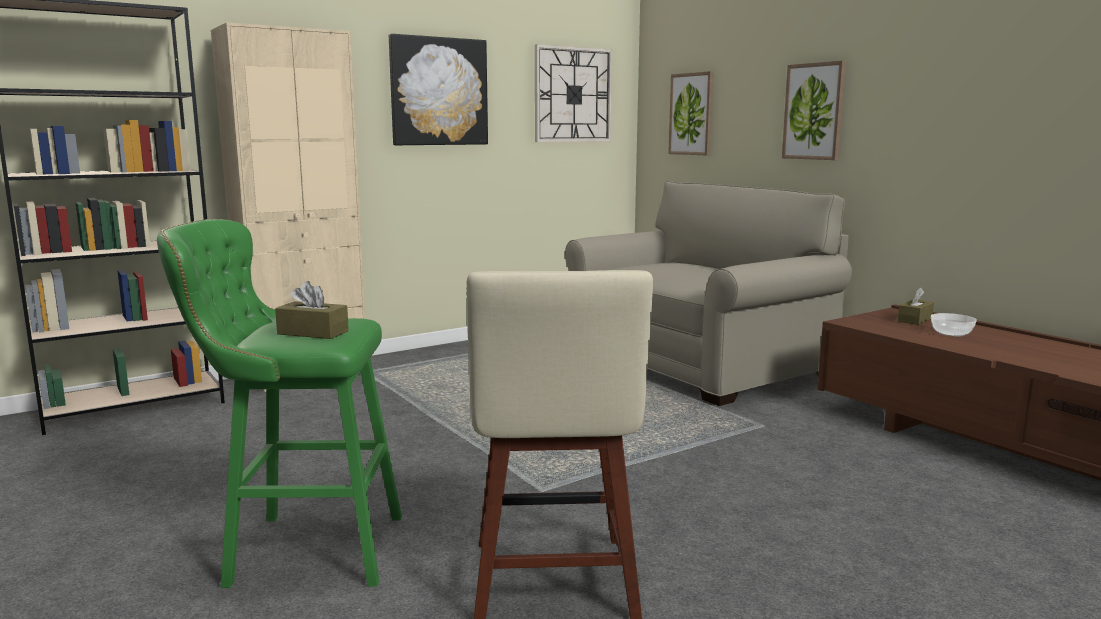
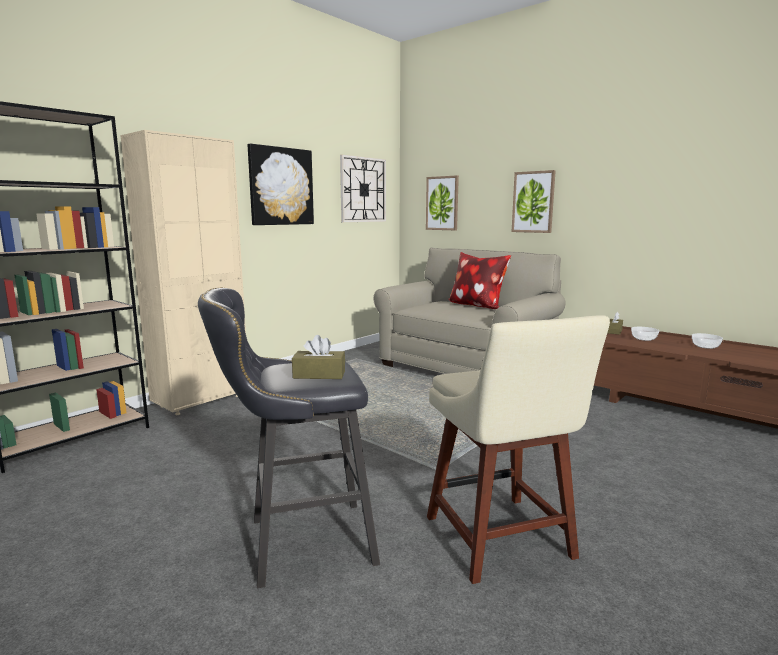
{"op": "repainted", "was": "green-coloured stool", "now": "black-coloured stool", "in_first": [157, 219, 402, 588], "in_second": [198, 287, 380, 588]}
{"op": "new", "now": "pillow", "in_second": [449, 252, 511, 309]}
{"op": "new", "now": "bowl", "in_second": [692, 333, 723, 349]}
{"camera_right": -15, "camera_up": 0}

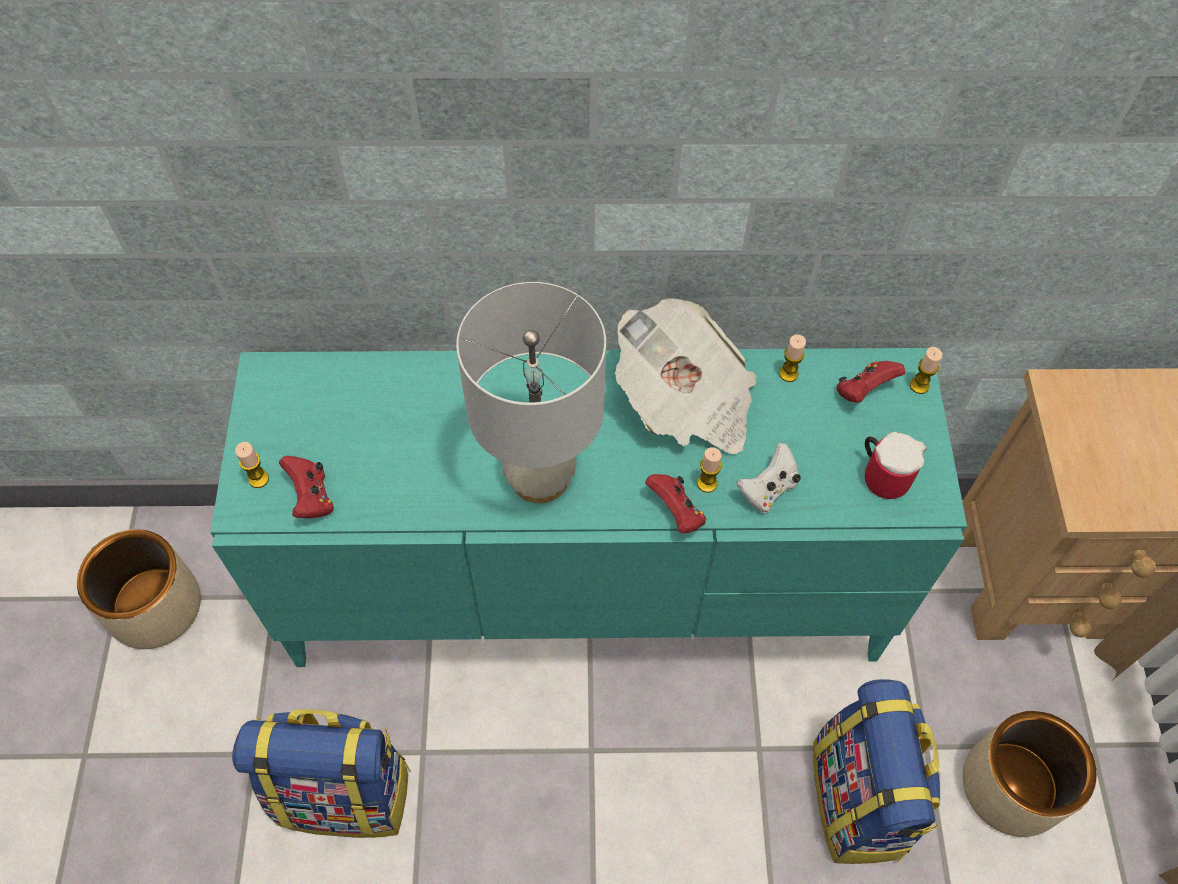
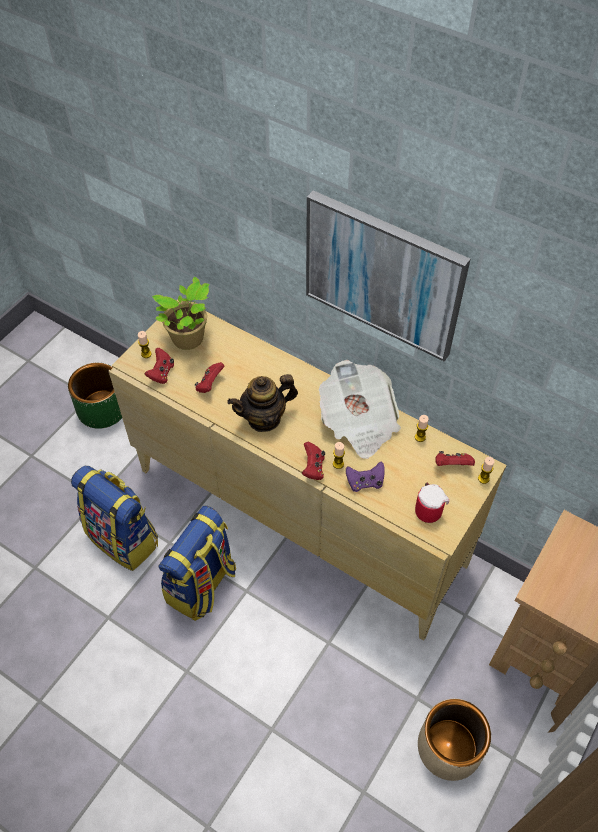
{"op": "swapped", "was": "whitish tabletop lamp", "now": "tea pot", "in_first": [456, 282, 606, 503], "in_second": [227, 374, 298, 432]}
{"op": "repainted", "was": "turquoise-coloured drawer chest", "now": "sand-coloured drawer chest", "in_first": [210, 348, 967, 667], "in_second": [109, 299, 507, 641]}
{"op": "repainted", "was": "whitish joypad", "now": "purple-coloured joypad", "in_first": [736, 443, 801, 513], "in_second": [346, 462, 385, 492]}
{"op": "repainted", "was": "sand-coloured flower pot", "now": "green-coloured flower pot", "in_first": [77, 529, 201, 649], "in_second": [68, 363, 122, 429]}
{"op": "shifted", "was": "backpack", "in_first": [813, 679, 941, 864], "in_second": [158, 505, 236, 621]}
{"op": "new", "now": "wall picture", "in_second": [306, 190, 470, 362]}
{"op": "new", "now": "plant in a pot", "in_second": [152, 277, 209, 350]}
{"op": "new", "now": "reddish joypad", "in_second": [195, 362, 225, 393]}
{"camera_right": 35, "camera_up": -5}

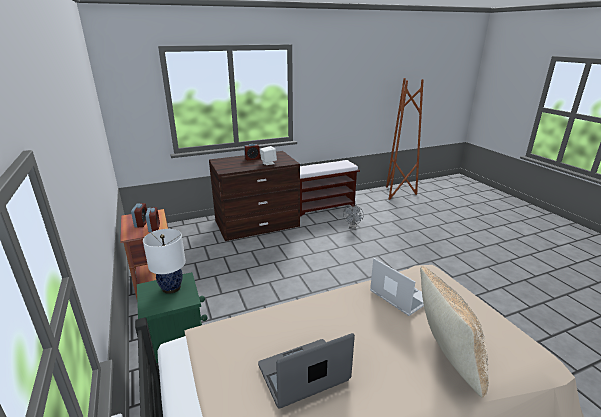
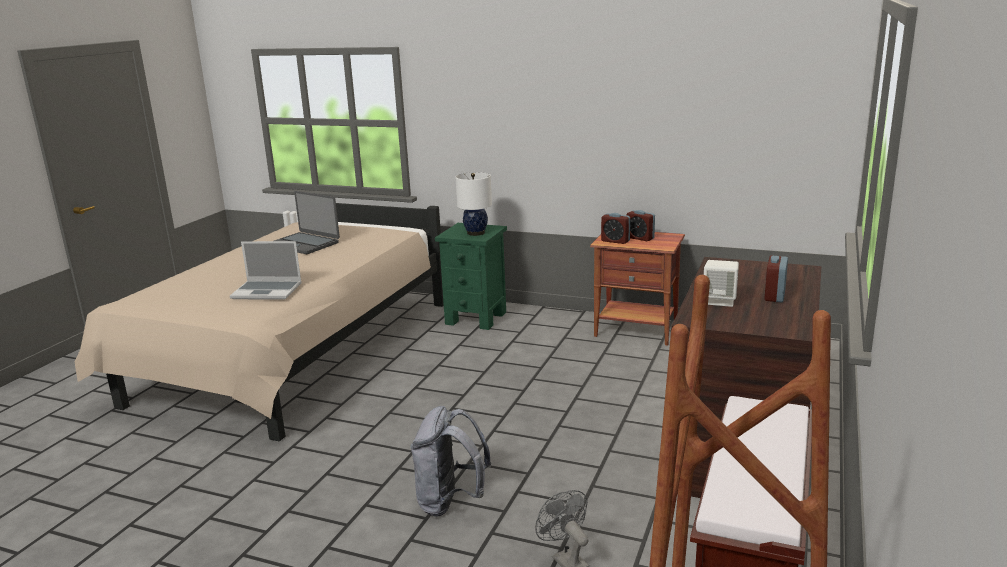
{"op": "gone", "was": "sand-coloured pillow", "in_first": [420, 266, 489, 398]}
{"op": "rotated", "was": "laptop", "in_first": [258, 333, 355, 409], "in_second": [274, 191, 340, 254], "clockwise": 105}
{"op": "new", "now": "greyish backpack", "in_second": [410, 406, 492, 517]}
{"camera_right": 135, "camera_up": -5}

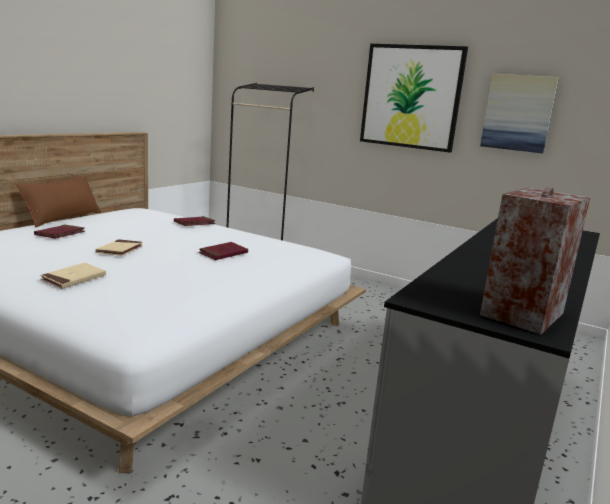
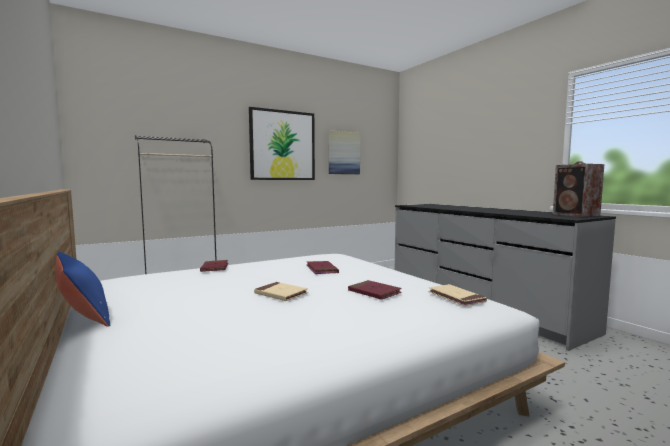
{"op": "repainted", "was": "brown-coloured pillow", "now": "bluish pillow", "in_first": [16, 176, 101, 227], "in_second": [55, 252, 110, 327]}
{"op": "shifted", "was": "reddish volume", "in_first": [34, 224, 85, 239], "in_second": [348, 280, 402, 300]}
{"op": "shifted", "was": "sand-coloured volume", "in_first": [40, 263, 106, 289], "in_second": [428, 284, 487, 306]}
{"camera_right": -60, "camera_up": -10}

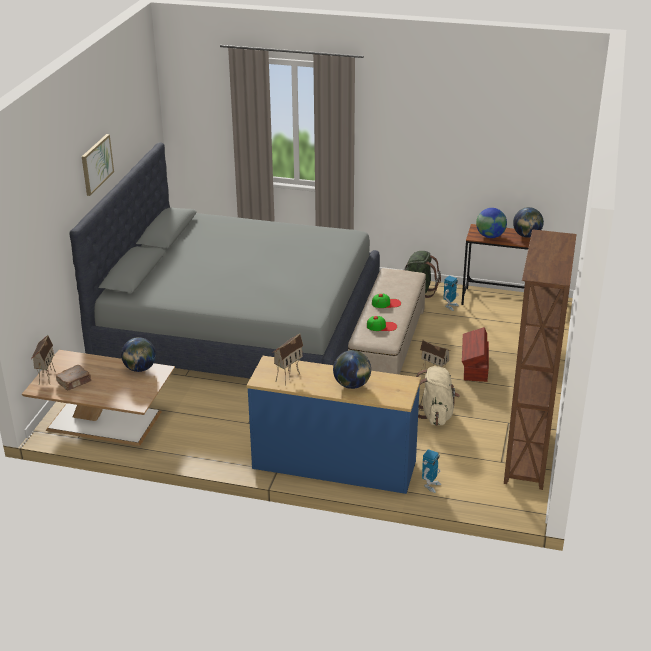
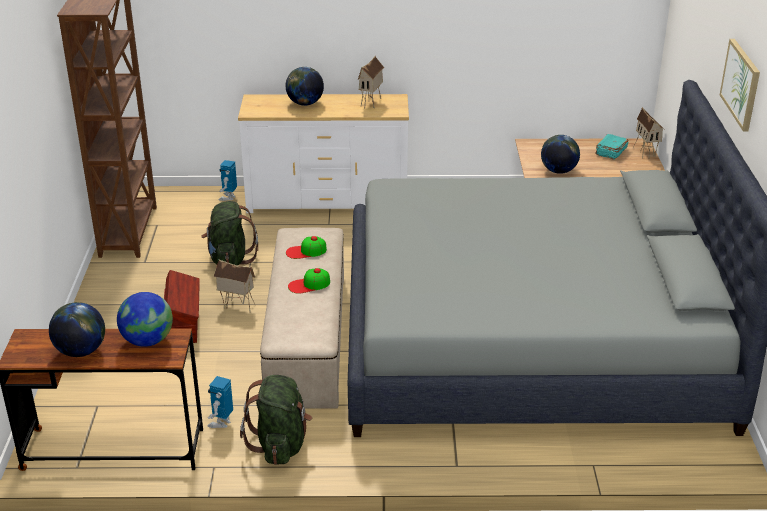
{"op": "repainted", "was": "bluish drawer chest", "now": "whitish drawer chest", "in_first": [246, 356, 421, 494], "in_second": [238, 94, 409, 213]}
{"op": "repainted", "was": "brown-coloured volume", "now": "turquoise-coloured volume", "in_first": [56, 365, 91, 390], "in_second": [595, 134, 629, 160]}
{"op": "repainted", "was": "sand-coloured backpack", "now": "green-coloured backpack", "in_first": [416, 366, 460, 426], "in_second": [201, 201, 258, 265]}
{"camera_right": 165, "camera_up": 0}

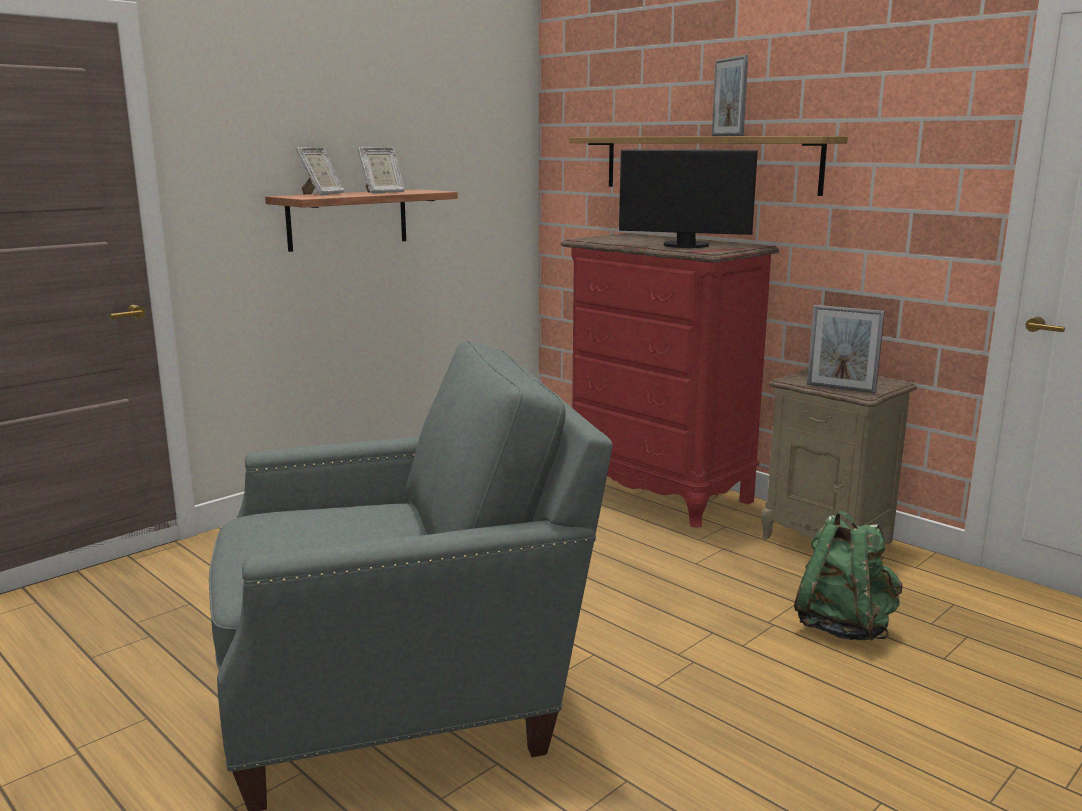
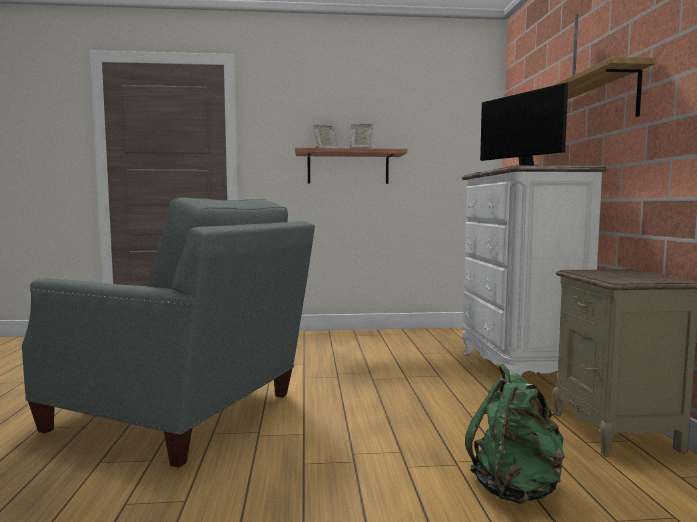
{"op": "repainted", "was": "reddish drawer chest", "now": "whitish drawer chest", "in_first": [561, 233, 779, 528], "in_second": [462, 165, 607, 376]}
{"op": "gone", "was": "picture frame", "in_first": [807, 305, 885, 393]}
{"camera_right": 40, "camera_up": -10}

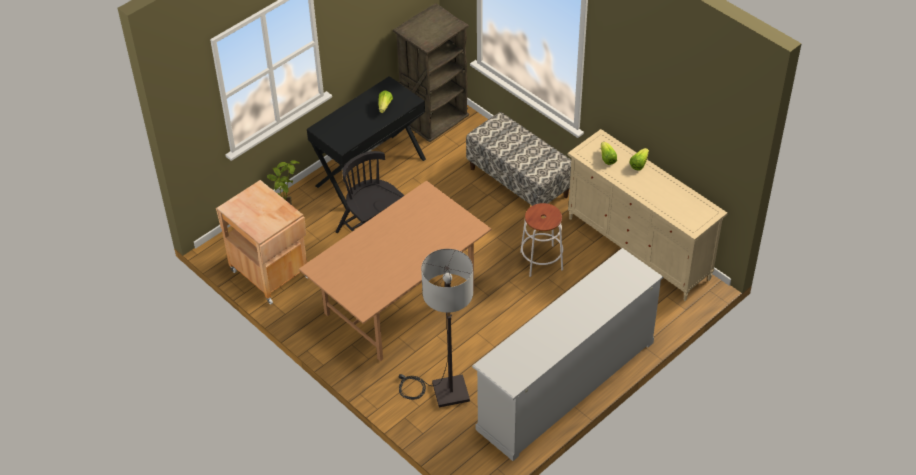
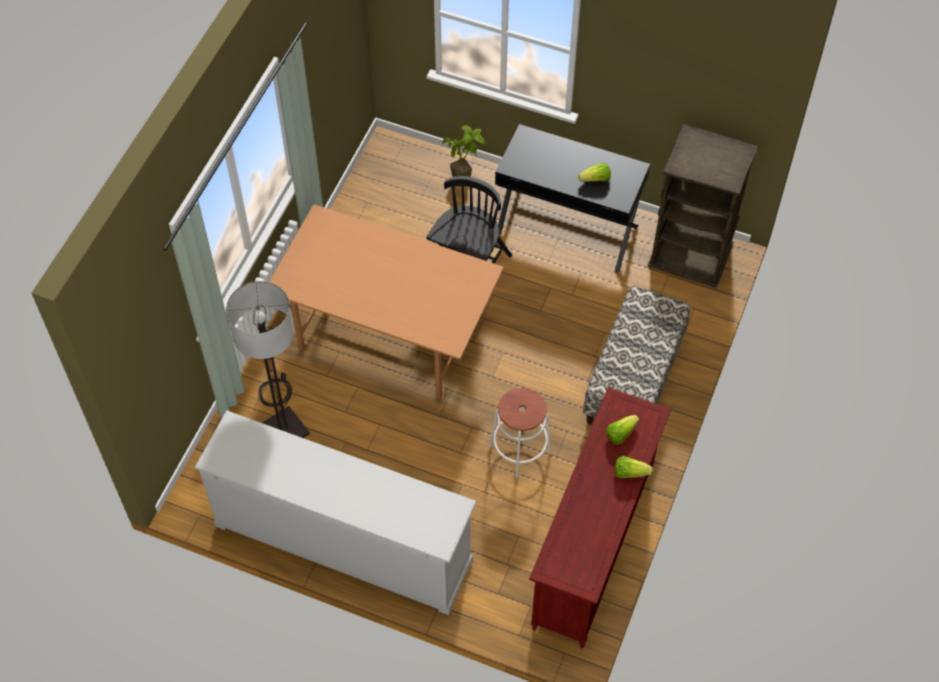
{"op": "repainted", "was": "sand-coloured drawer chest", "now": "reddish drawer chest", "in_first": [568, 129, 728, 301], "in_second": [529, 388, 671, 648]}
{"op": "gone", "was": "brown-coloured trolley", "in_first": [216, 180, 308, 304]}
{"camera_right": 65, "camera_up": 10}

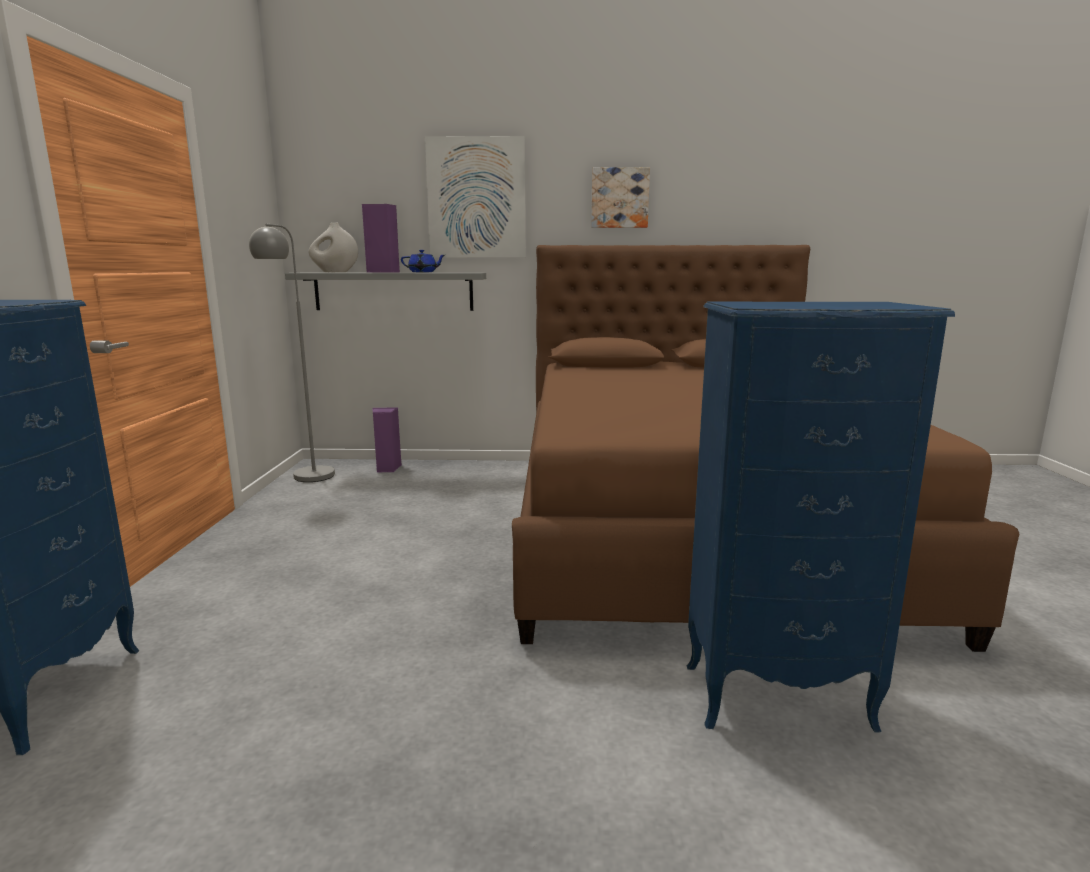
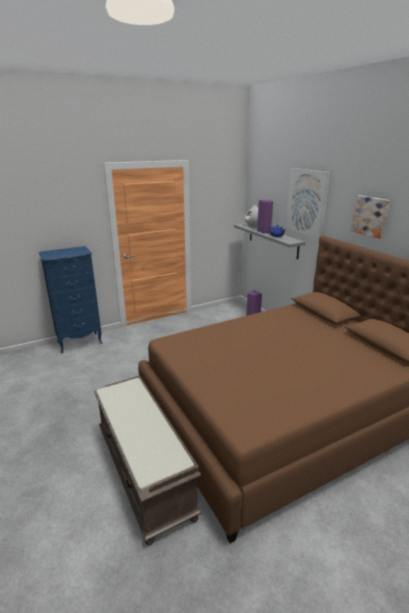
{"op": "gone", "was": "greyish standard lamp", "in_first": [249, 224, 335, 482]}
{"op": "swapped", "was": "bluish drawer chest", "now": "brown-coloured bench", "in_first": [687, 302, 955, 732], "in_second": [94, 375, 202, 545]}
{"camera_right": 60, "camera_up": 10}

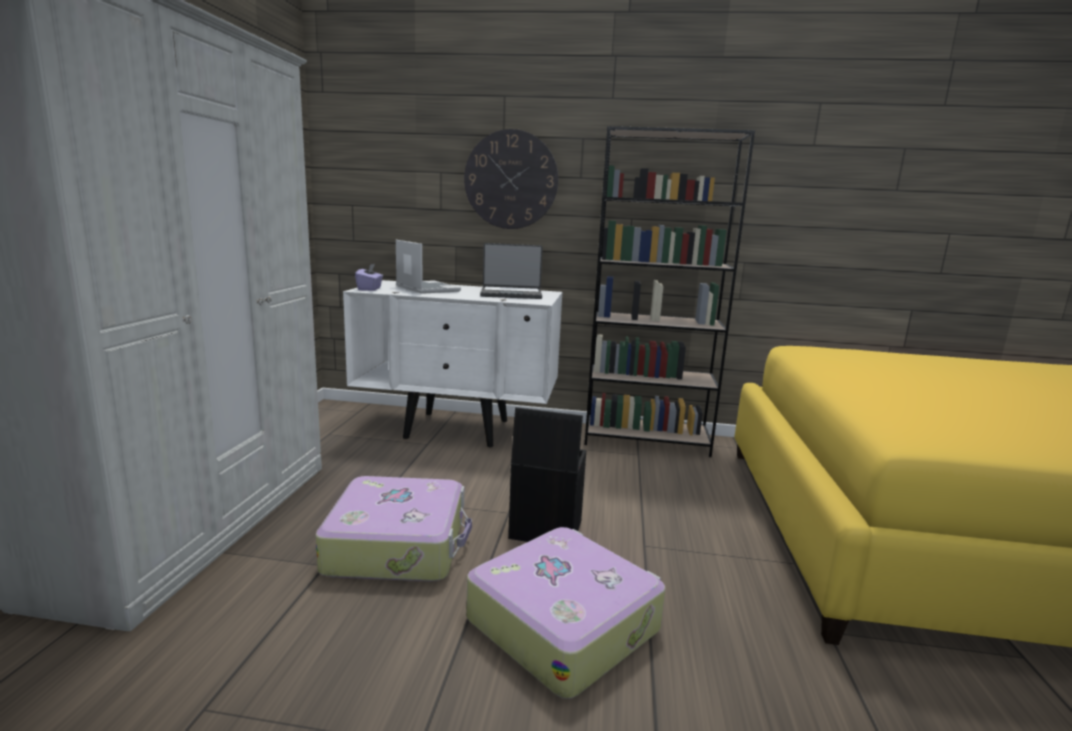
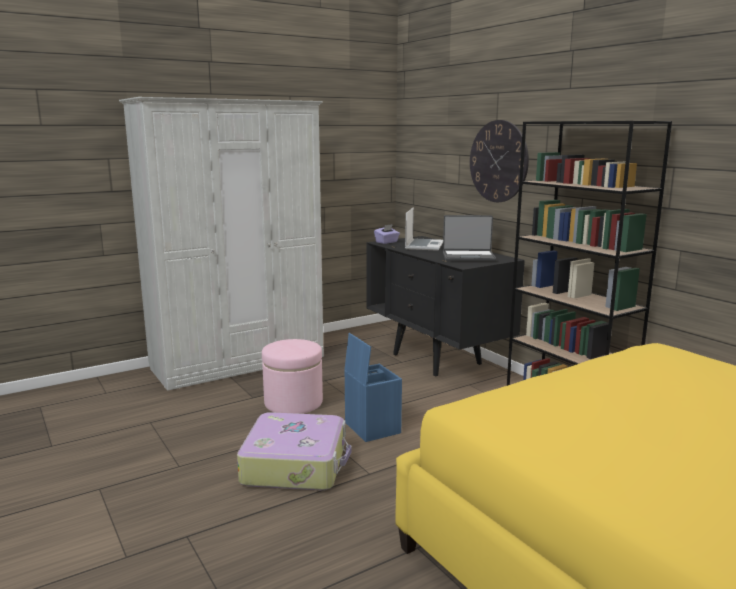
{"op": "rotated", "was": "laptop", "in_first": [480, 243, 543, 299], "in_second": [443, 215, 496, 261], "clockwise": -45}
{"op": "repainted", "was": "whitish drawer chest", "now": "black-coloured drawer chest", "in_first": [343, 280, 562, 448], "in_second": [366, 236, 525, 376]}
{"op": "repainted", "was": "black-coloured storage box", "now": "bluish storage box", "in_first": [508, 407, 586, 542], "in_second": [344, 333, 402, 442]}
{"op": "swapped", "was": "suitcase", "now": "pinkish footrest", "in_first": [316, 476, 472, 581], "in_second": [262, 339, 323, 414]}
{"camera_right": 50, "camera_up": 0}

